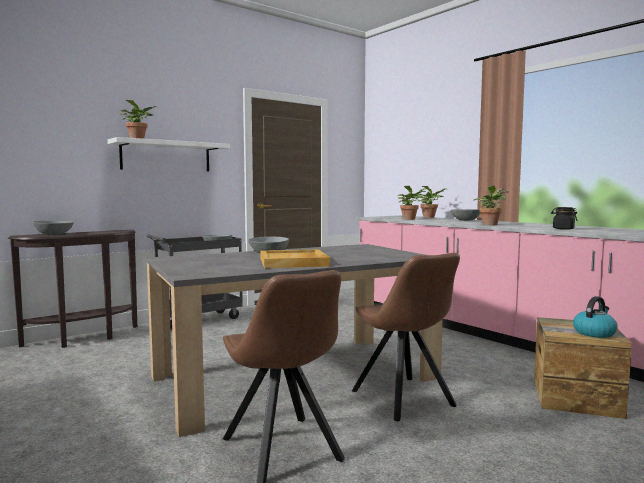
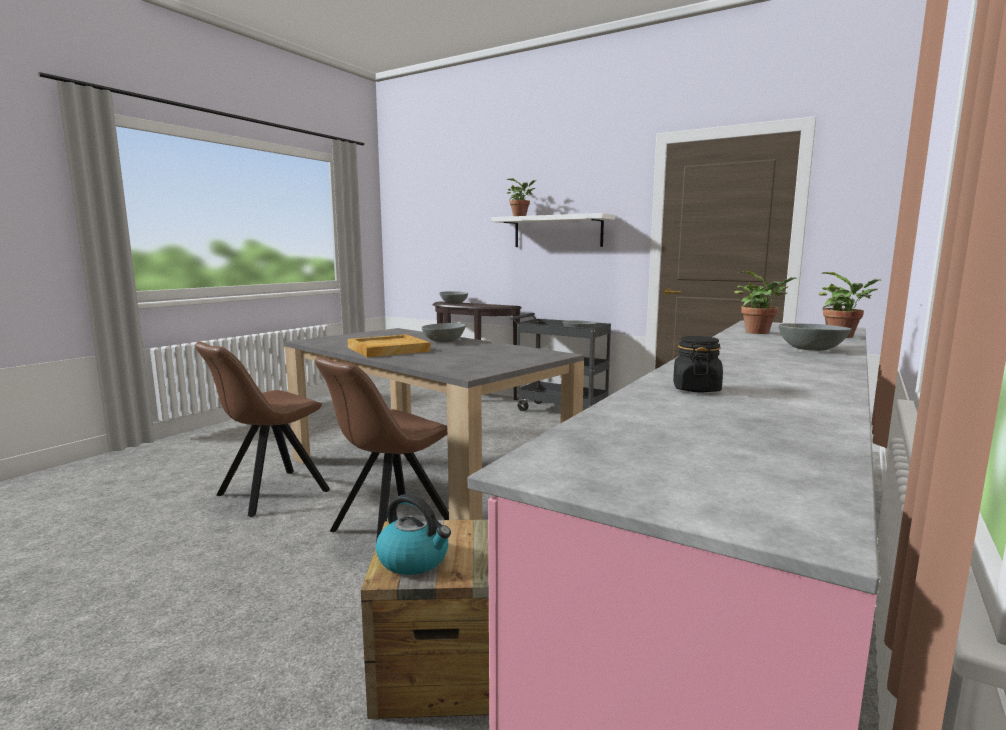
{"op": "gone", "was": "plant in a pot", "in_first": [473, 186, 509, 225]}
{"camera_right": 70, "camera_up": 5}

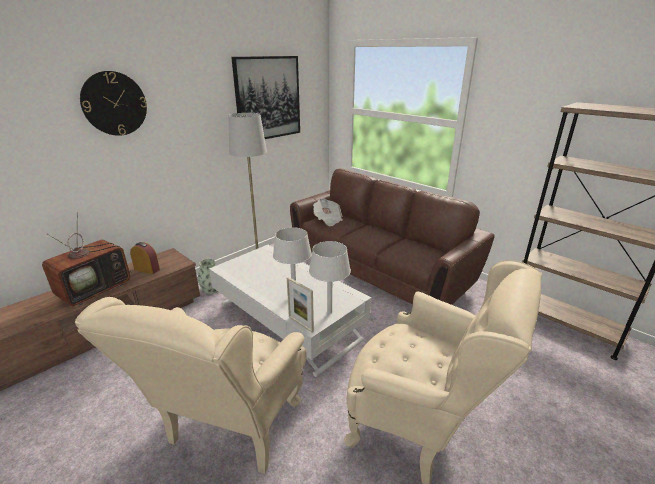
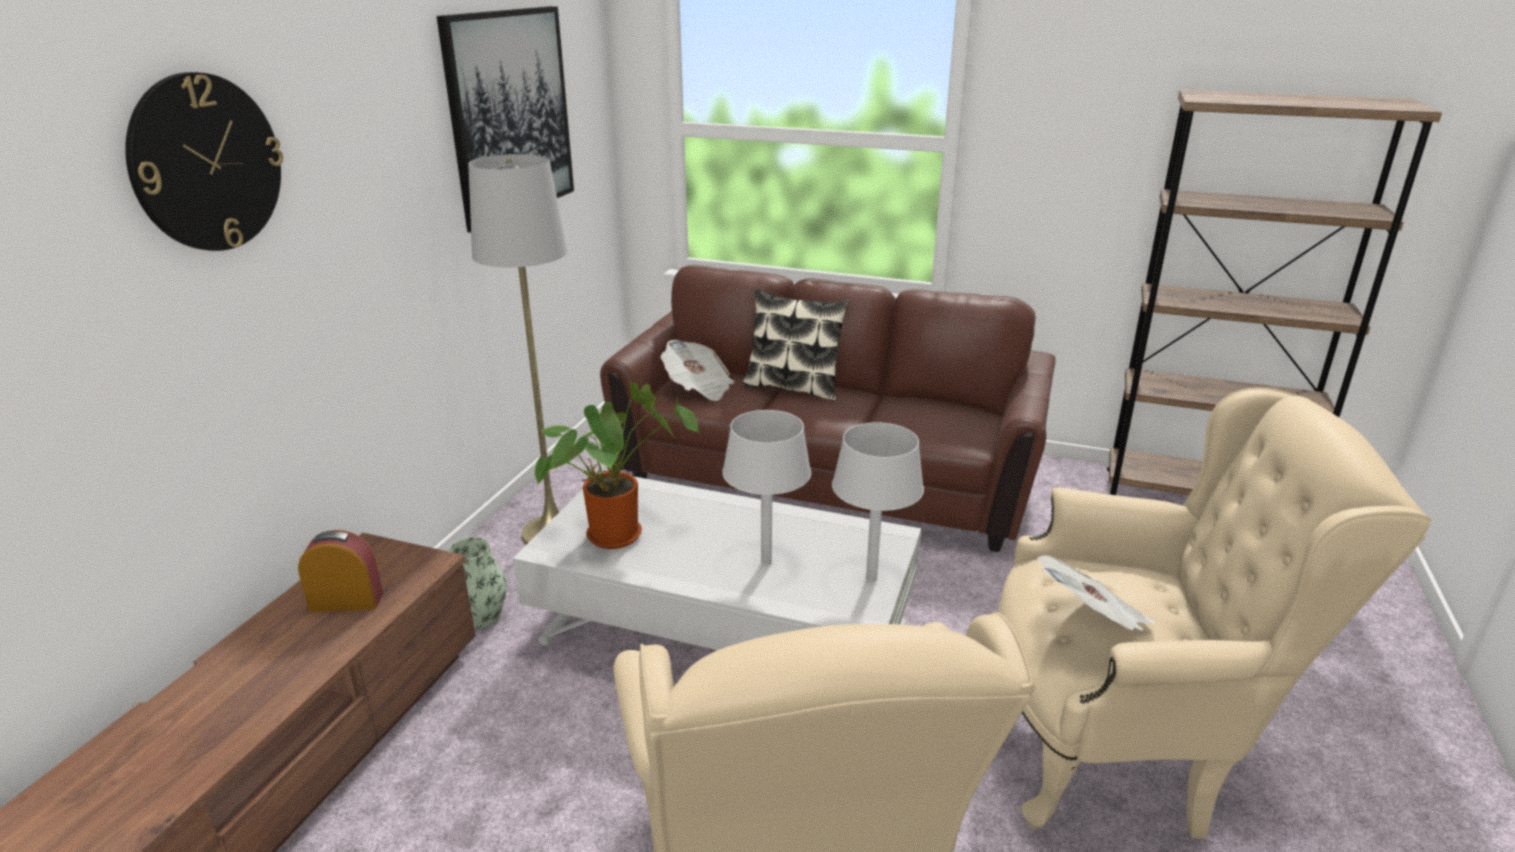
{"op": "gone", "was": "TV", "in_first": [42, 213, 132, 306]}
{"op": "gone", "was": "picture frame", "in_first": [287, 277, 314, 333]}
{"op": "new", "now": "pillow", "in_second": [742, 289, 849, 401]}
{"op": "new", "now": "plant in a pot", "in_second": [535, 382, 699, 549]}
{"op": "new", "now": "daily paper", "in_second": [1037, 555, 1156, 631]}
{"camera_right": -25, "camera_up": 0}

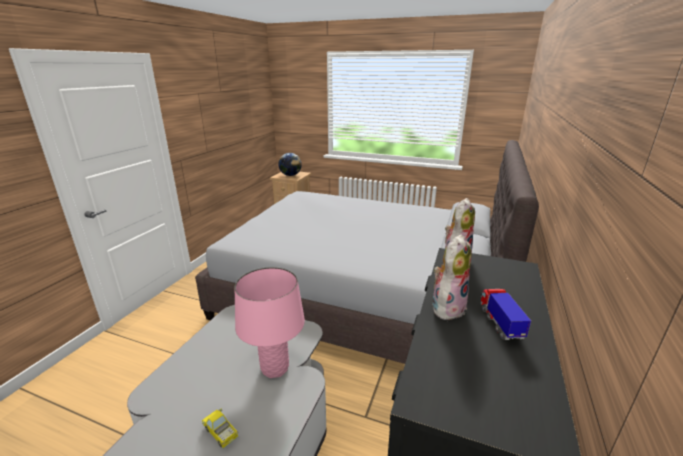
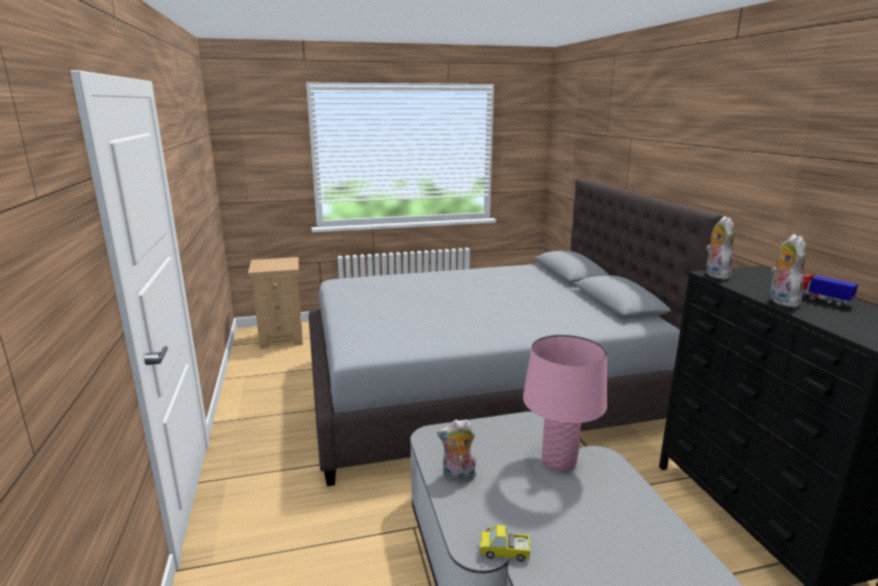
{"op": "gone", "was": "world globe", "in_first": [278, 153, 302, 176]}
{"op": "shifted", "was": "model truck", "in_first": [202, 409, 239, 449], "in_second": [480, 525, 530, 562]}
{"op": "new", "now": "soft toy", "in_second": [437, 419, 476, 482]}
{"camera_right": -35, "camera_up": -5}

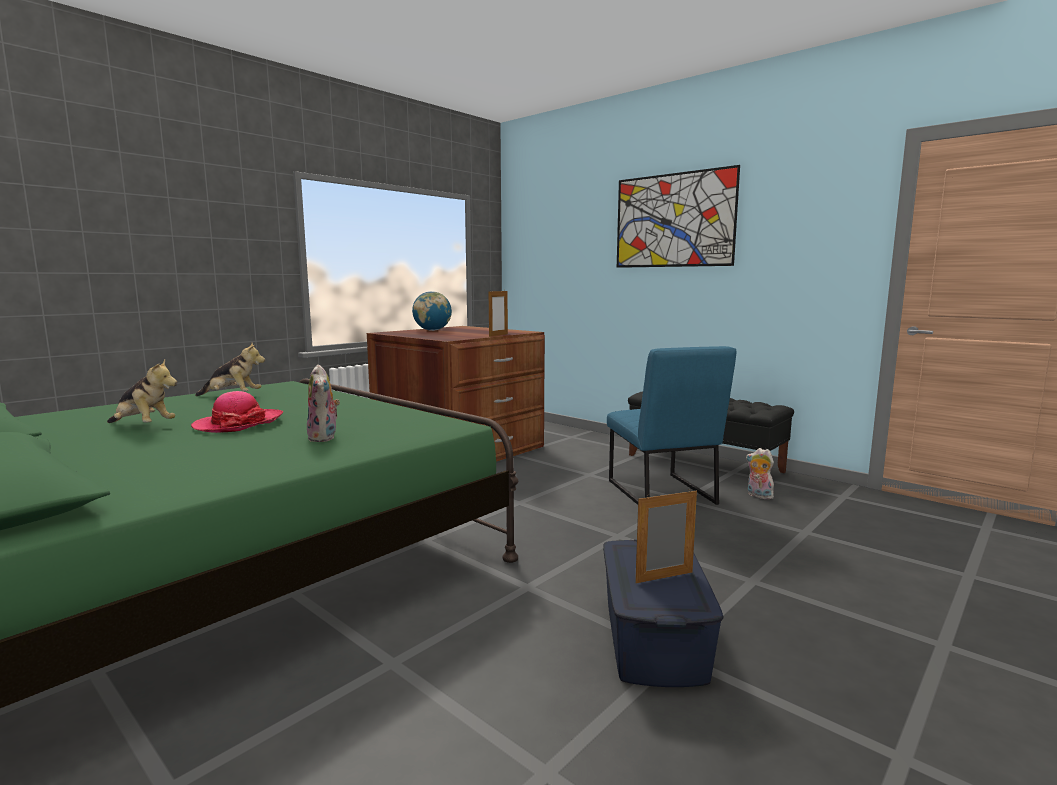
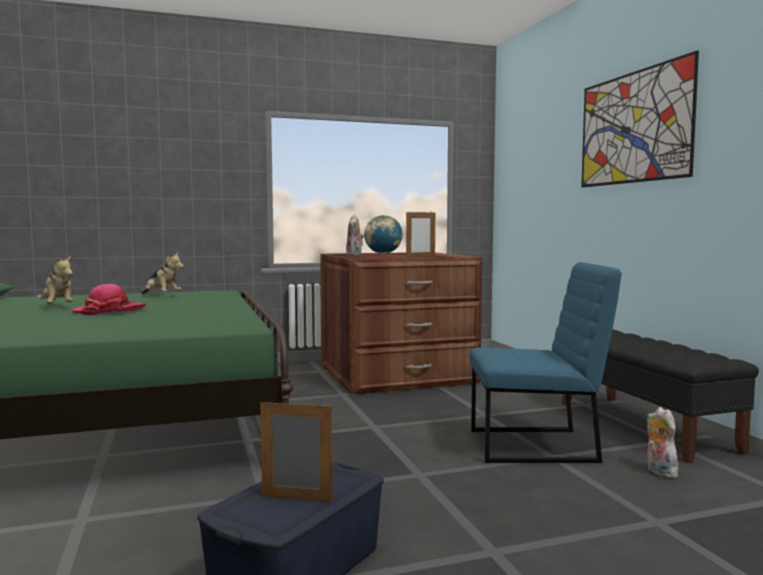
{"op": "rotated", "was": "bluish plain chair", "in_first": [607, 346, 736, 505], "in_second": [470, 262, 621, 463], "clockwise": -105}
{"op": "shifted", "was": "soft toy", "in_first": [307, 364, 340, 442], "in_second": [346, 215, 364, 255]}
{"camera_right": 30, "camera_up": -5}

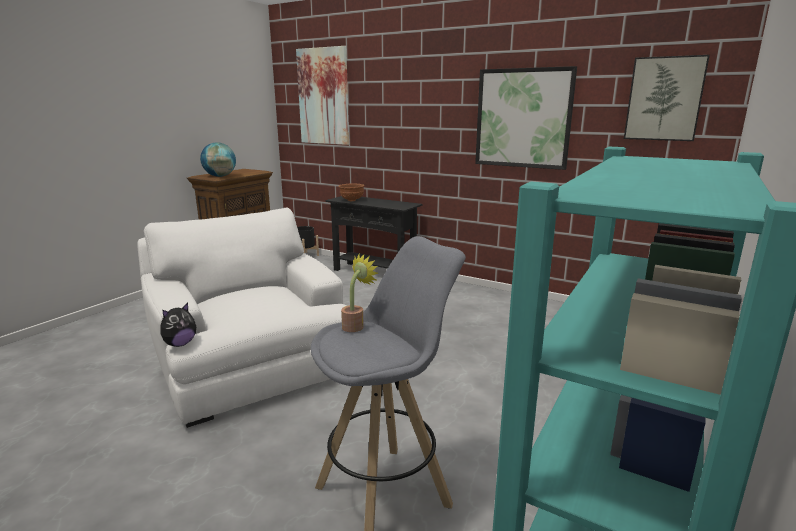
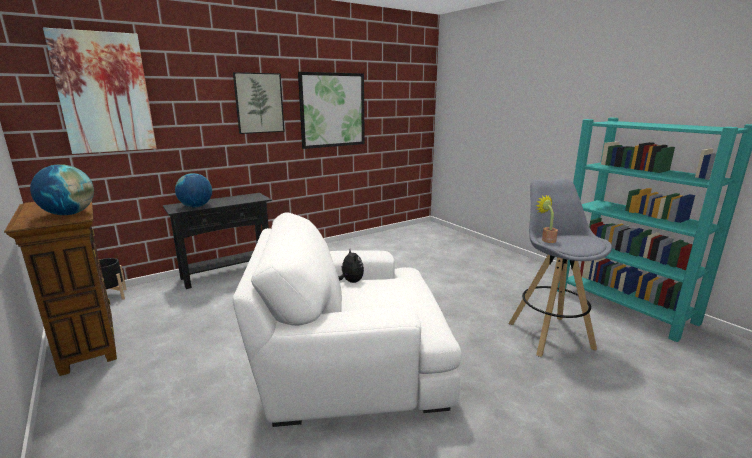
{"op": "shifted", "was": "wall picture", "in_first": [624, 55, 710, 141], "in_second": [233, 72, 285, 134]}
{"op": "swapped", "was": "brown-coloured bowl", "now": "world globe", "in_first": [338, 183, 364, 201], "in_second": [175, 173, 212, 207]}
{"op": "shifted", "was": "soft toy", "in_first": [160, 303, 196, 347], "in_second": [338, 250, 364, 283]}
{"camera_right": -65, "camera_up": 0}

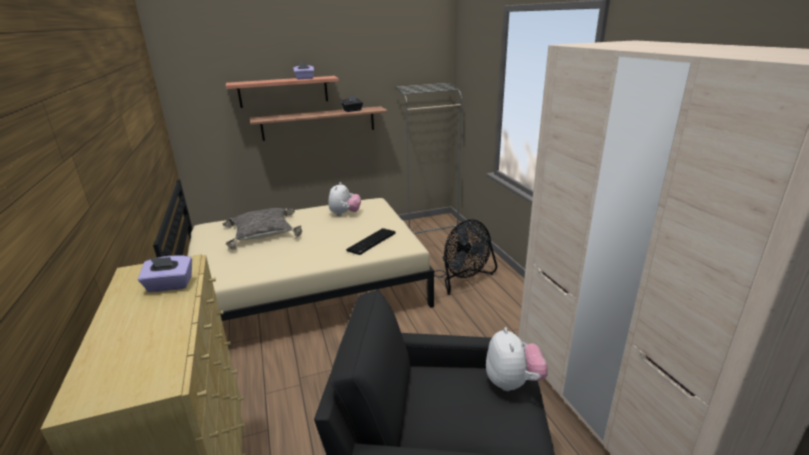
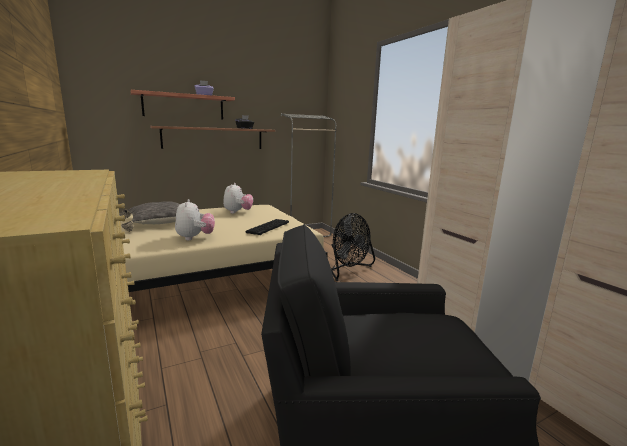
{"op": "gone", "was": "purple-coloured tissue holder", "in_first": [138, 256, 192, 292]}
{"op": "shifted", "was": "soft toy", "in_first": [486, 327, 548, 391], "in_second": [175, 199, 215, 240]}
{"camera_right": -10, "camera_up": -10}

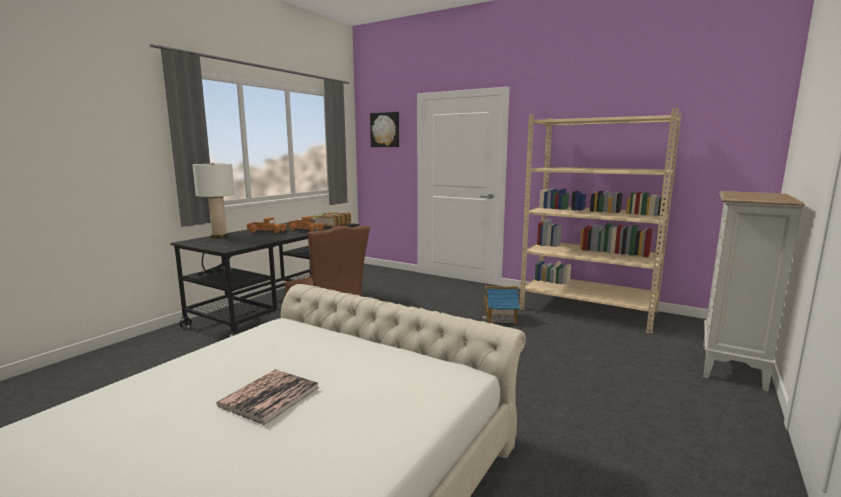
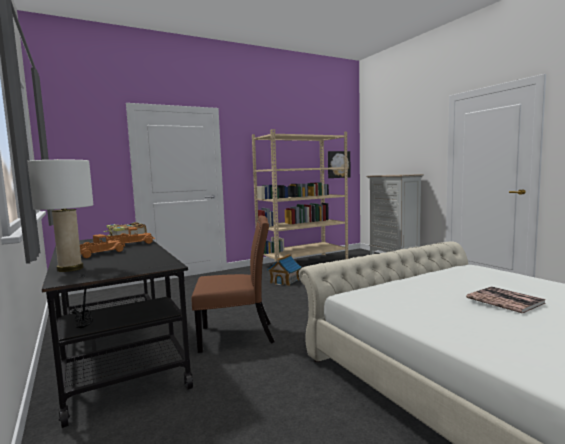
{"op": "shifted", "was": "wall picture", "in_first": [370, 112, 399, 147], "in_second": [328, 151, 351, 178]}
{"camera_right": -60, "camera_up": -5}

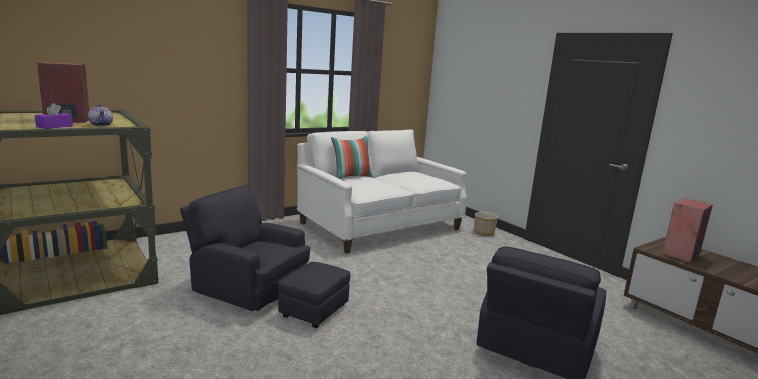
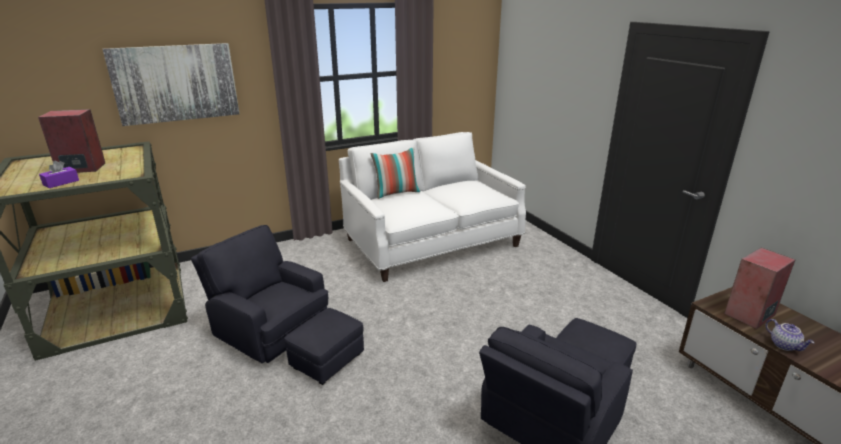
{"op": "shifted", "was": "tea pot", "in_first": [88, 104, 113, 126], "in_second": [765, 319, 815, 351]}
{"op": "gone", "was": "flower pot", "in_first": [474, 212, 498, 236]}
{"op": "new", "now": "wall picture", "in_second": [103, 43, 239, 126]}
{"camera_right": 10, "camera_up": 10}

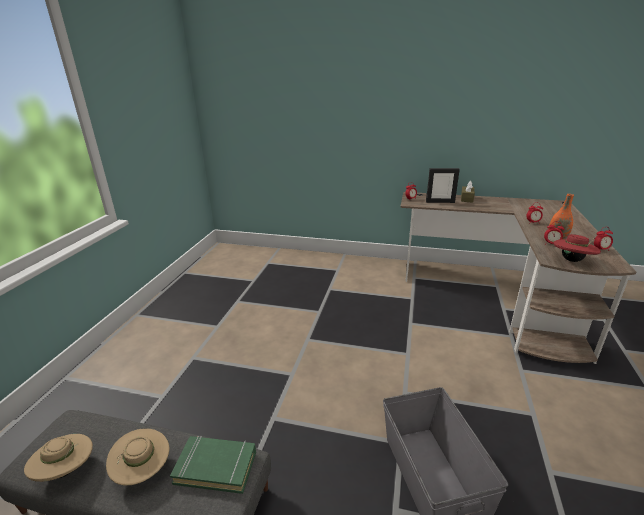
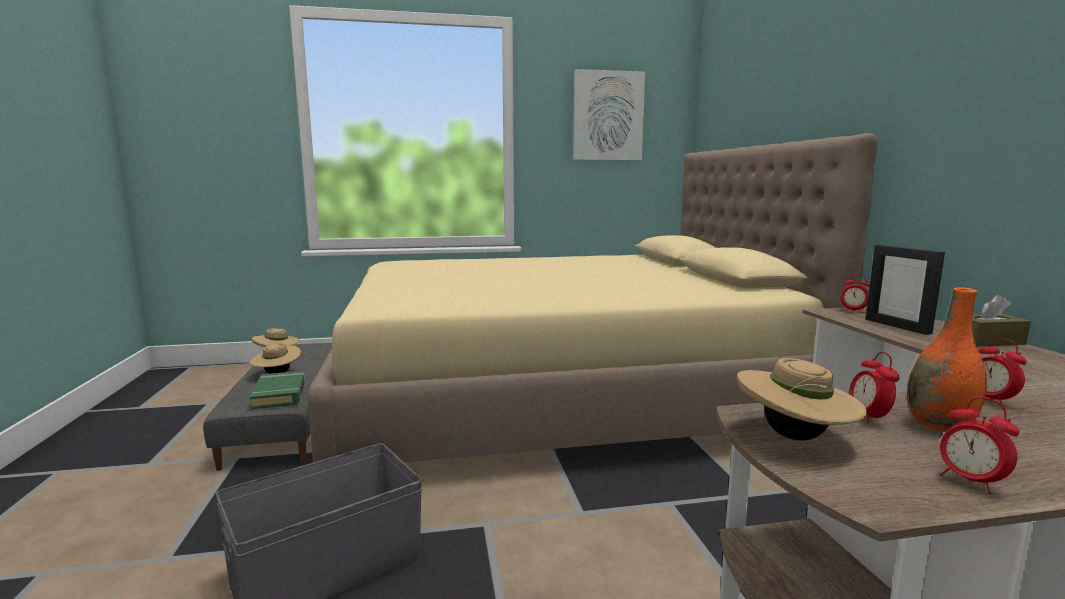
{"op": "repainted", "was": "reddish hat", "now": "sand-coloured hat", "in_first": [553, 234, 601, 262], "in_second": [737, 358, 867, 440]}
{"op": "new", "now": "wall picture", "in_second": [573, 69, 645, 160]}
{"op": "new", "now": "sand-coloured bed", "in_second": [308, 133, 878, 463]}
{"camera_right": 65, "camera_up": -15}

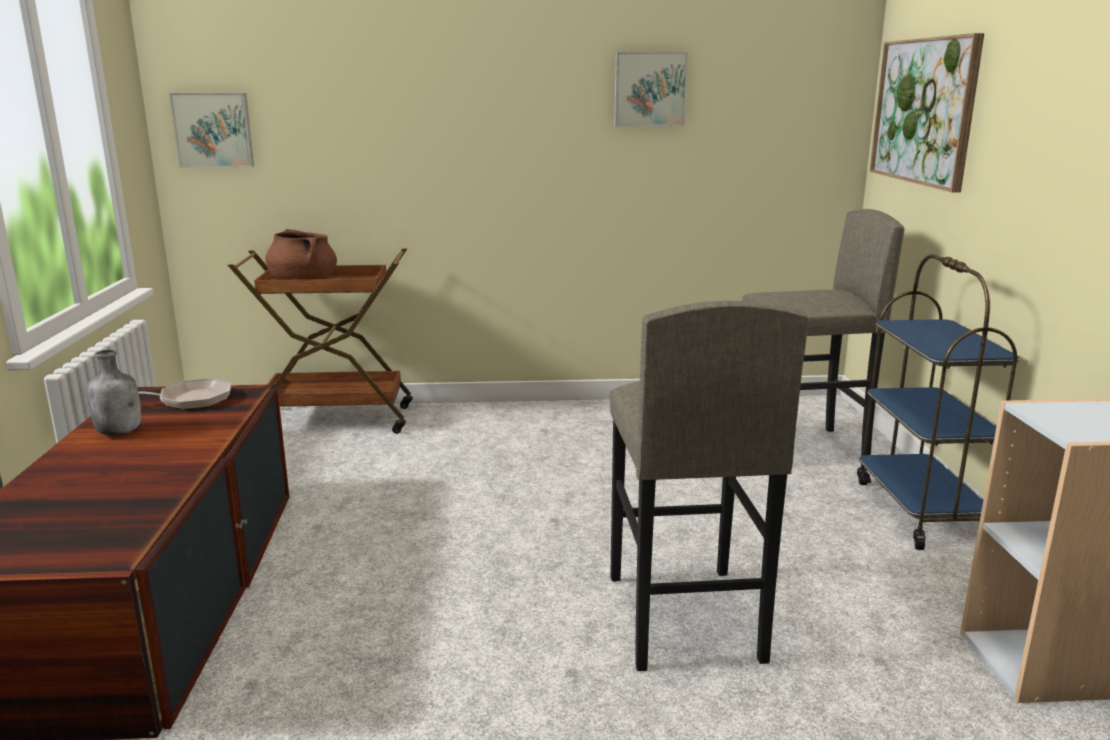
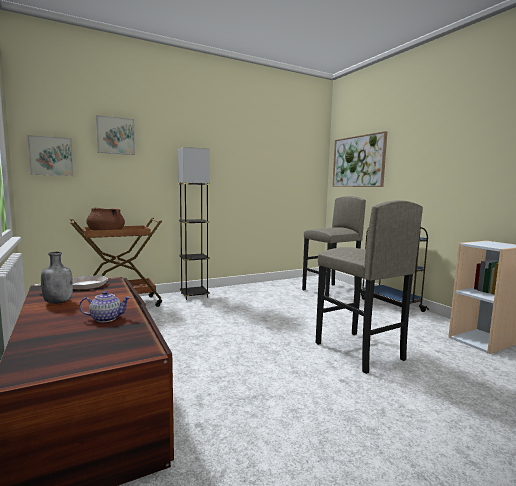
{"op": "shifted", "was": "wall picture", "in_first": [614, 52, 688, 127], "in_second": [96, 115, 135, 155]}
{"op": "new", "now": "greyish standard lamp", "in_second": [178, 147, 210, 300]}
{"op": "new", "now": "tea pot", "in_second": [79, 291, 131, 322]}
{"camera_right": -25, "camera_up": -10}

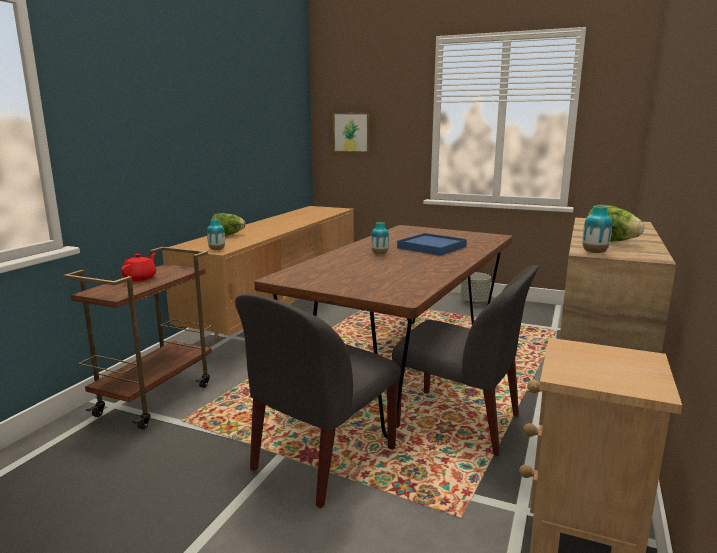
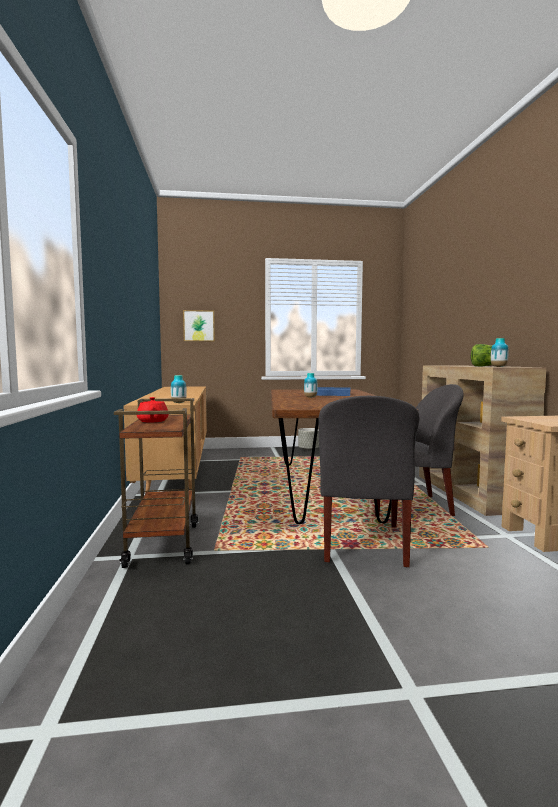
{"op": "gone", "was": "lettuce head", "in_first": [211, 213, 245, 236]}
{"camera_right": -30, "camera_up": -10}

